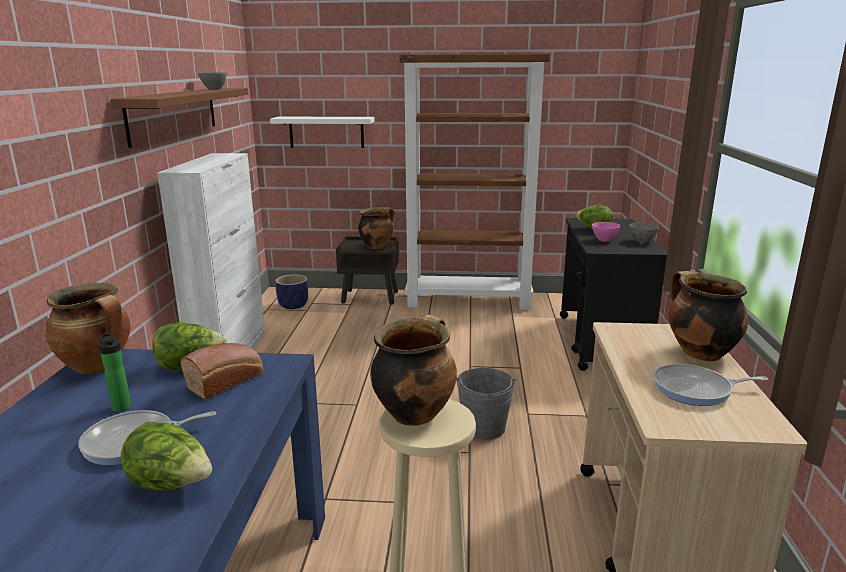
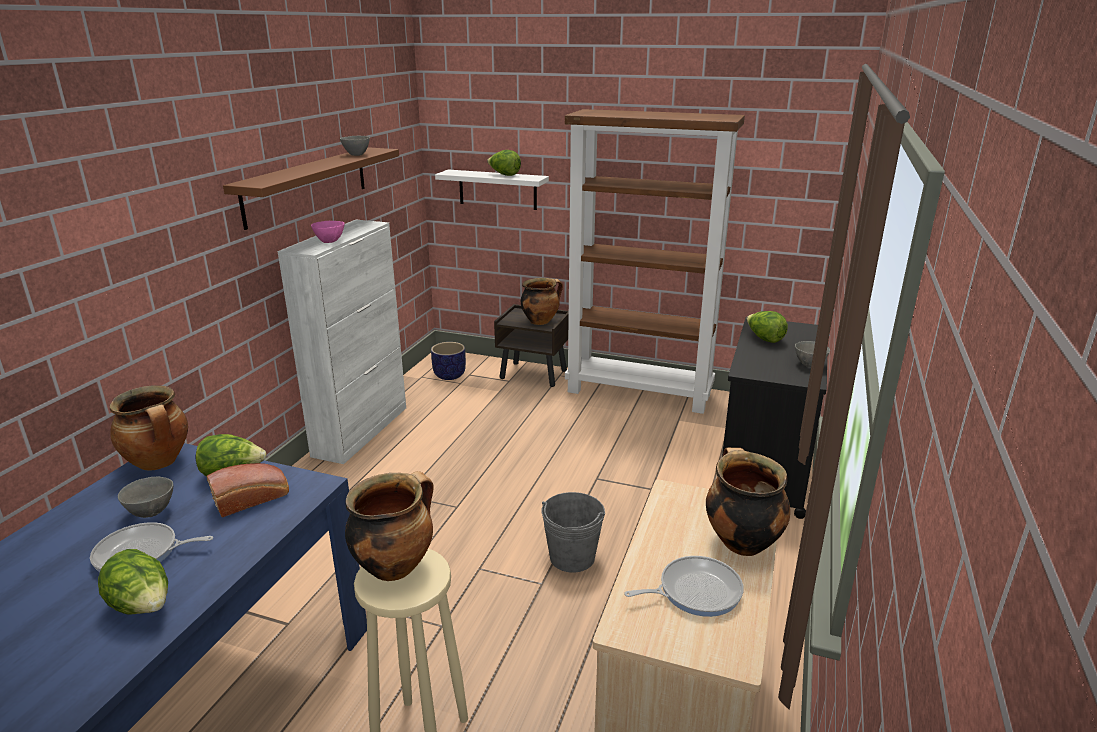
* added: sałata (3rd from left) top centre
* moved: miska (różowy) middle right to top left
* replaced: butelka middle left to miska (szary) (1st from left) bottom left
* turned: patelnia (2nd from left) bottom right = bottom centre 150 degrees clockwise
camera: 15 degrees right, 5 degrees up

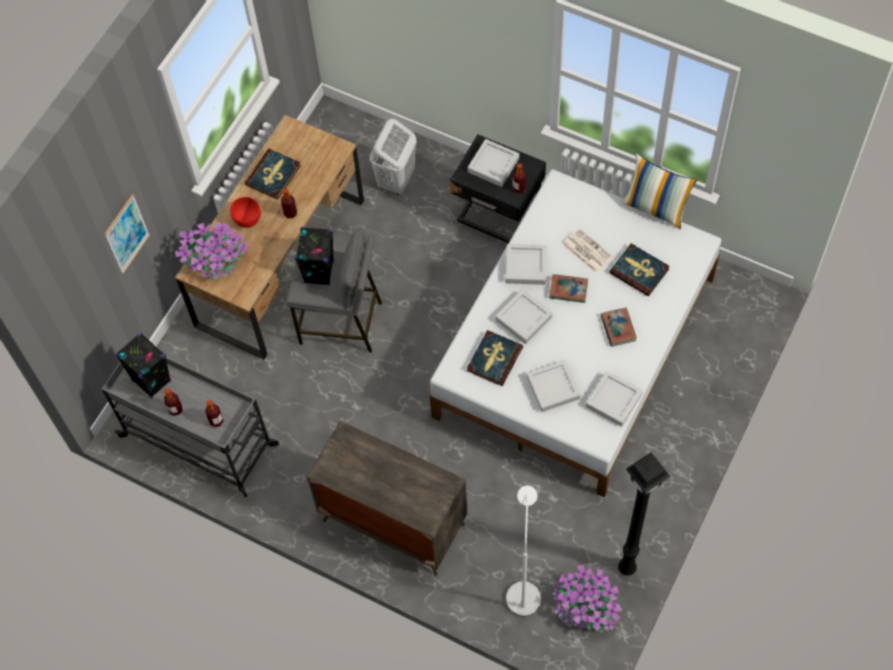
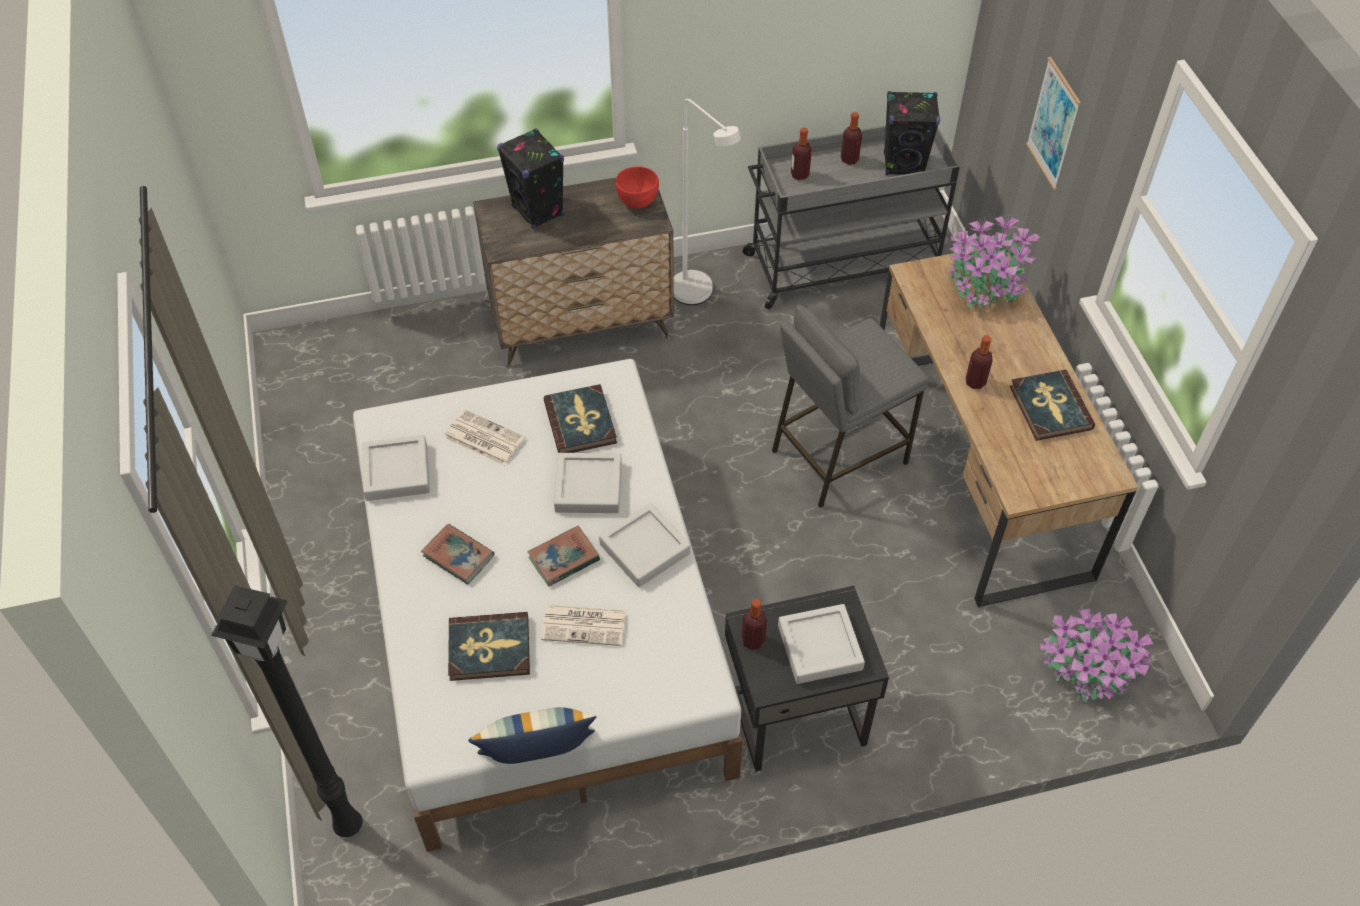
* removed: kosz na pranie (biały) top centre
* moved: miska (czerwony) top left to top centre
* moved: głośnik (czarny) (2nd from left in the first image) centre to głośnik (czarny) (1st from left) top centre
* moved: lampa stojąca (biały) bottom centre to top centre
* moved: roślina doniczkowa (2nd from left) bottom centre to bottom right
* moved: lampa stojąca (czarny) bottom right to bottom left
* replaced: taca (szary) (4th from left) centre to gazeta (1st from left) centre
camera: 135 degrees right, 10 degrees down

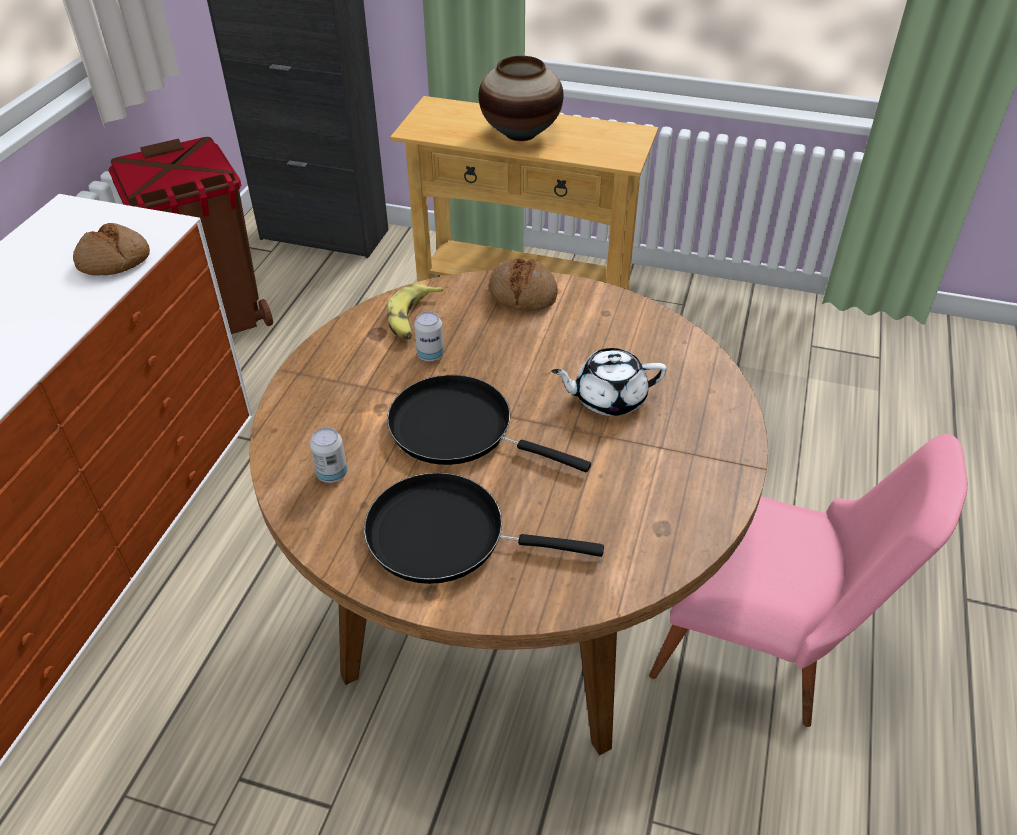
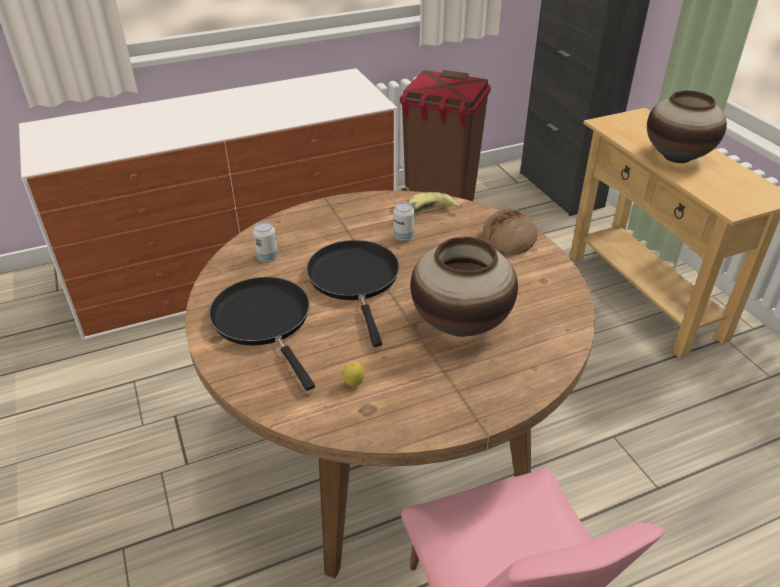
* removed: chleb (1st from left) top left
* added: cytryna centre
* replaced: imbryk (biały) centre to wazon (1st from left) centre
camera: 50 degrees right, 5 degrees down

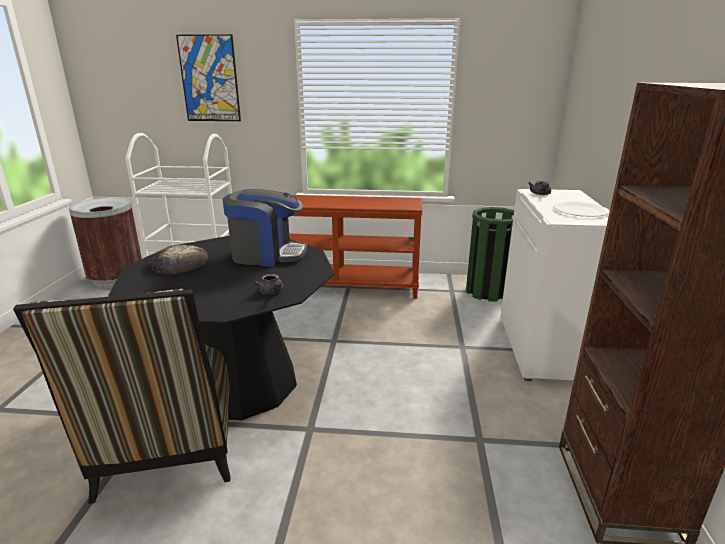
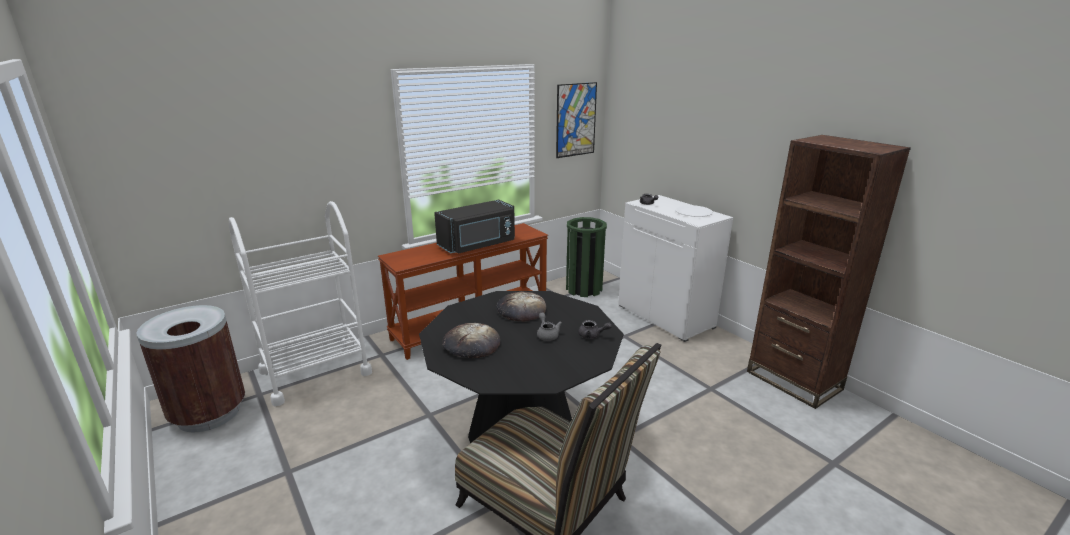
* added: mikrofalówka (czarny) centre
* added: imbryk (szary) (1st from left) centre
* moved: obraz top left to top centre
* replaced: ekspres do kawy centre to chleb (2nd from left) centre
camera: 40 degrees left, 0 degrees up

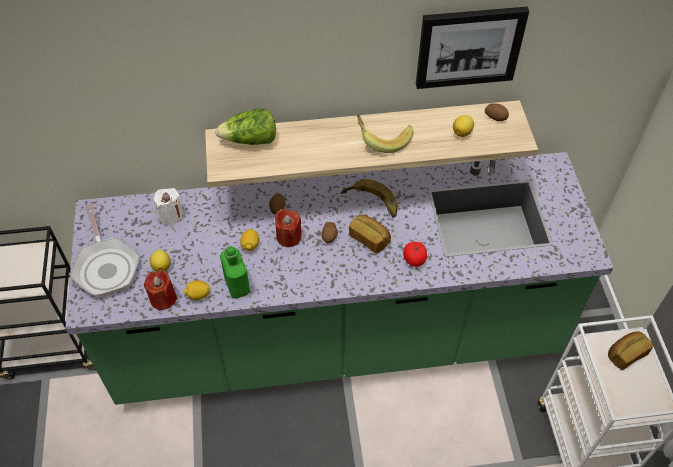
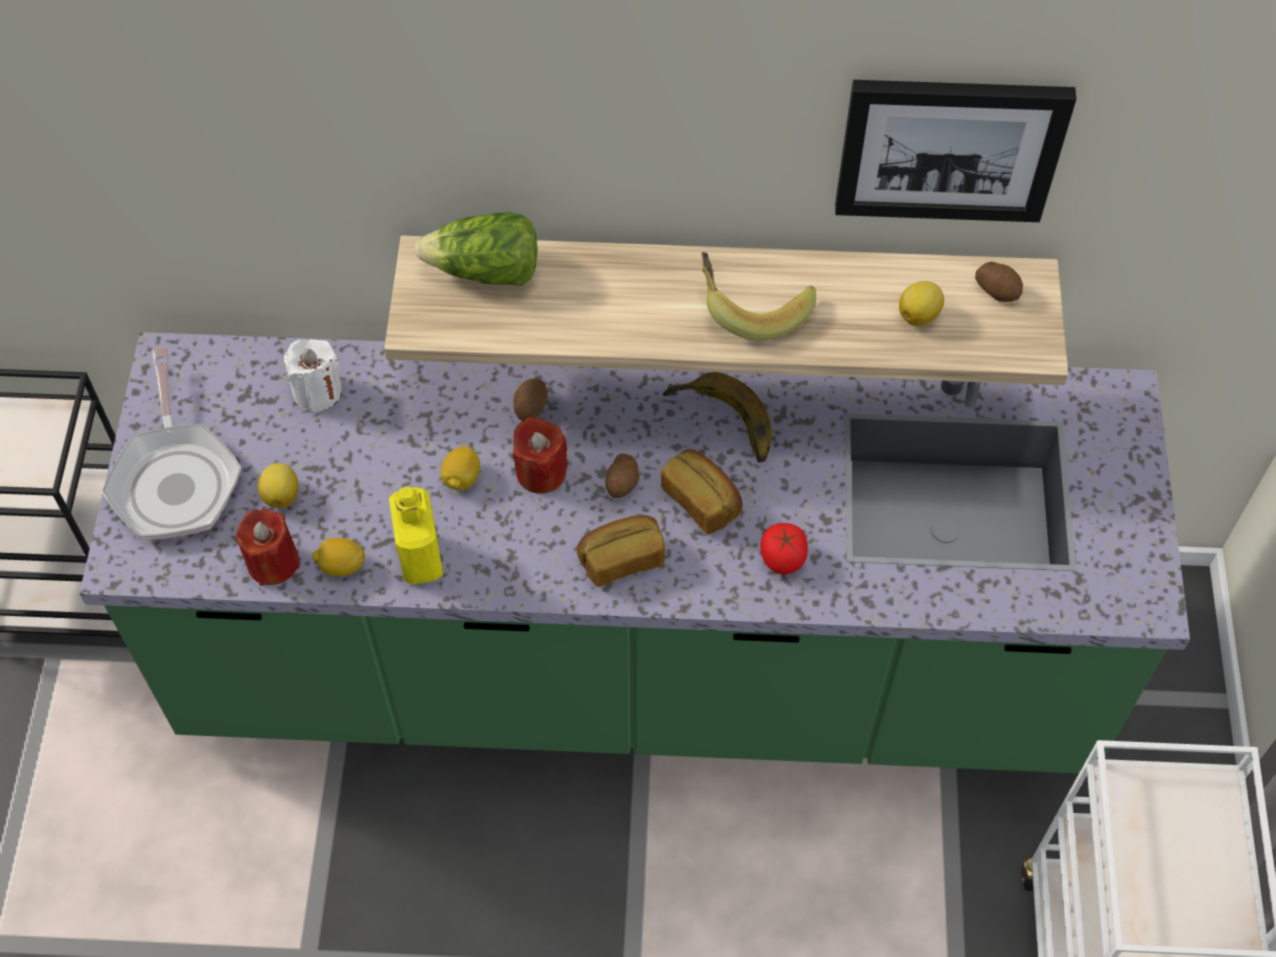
* moved: chleb (2nd from left in the first image) bottom right to chleb (1st from left) centre
* recoloured: butelka (zielony) centre to butelka (żółty) middle left
camera: 10 degrees right, 5 degrees up

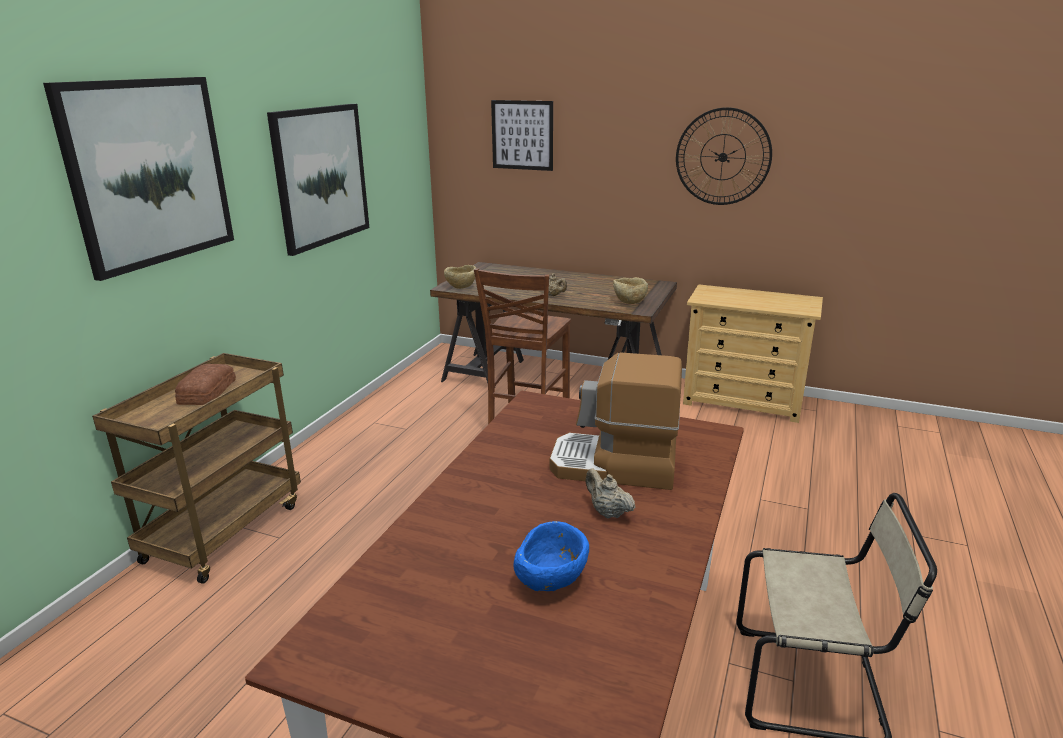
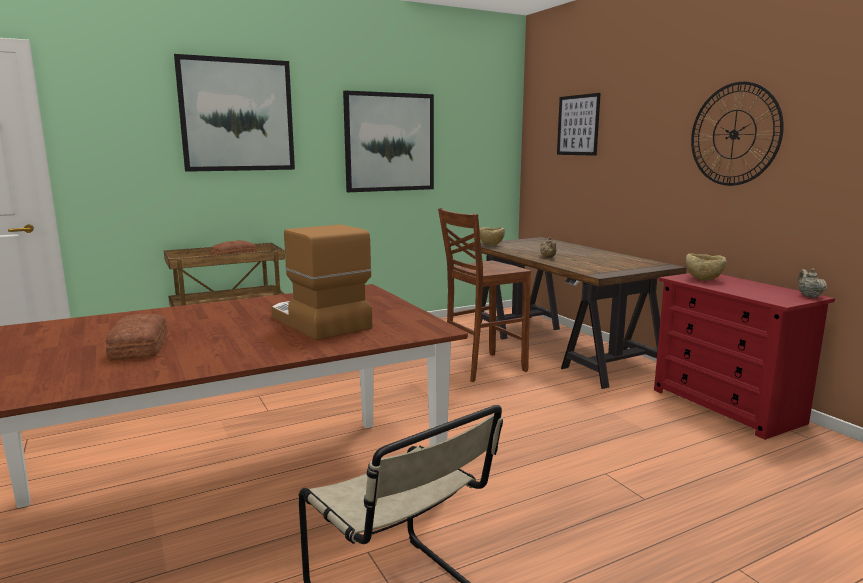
* moved: imbryk (beżowy) (2nd from left) bottom centre to middle right
* moved: miska (beżowy) (2nd from left) centre to middle right
* replaced: miska (niebieski) bottom centre to chleb (1st from left) middle left
* recoloured: komoda (beżowy) middle right to komoda (czerwony) middle right
camera: 40 degrees right, 10 degrees down

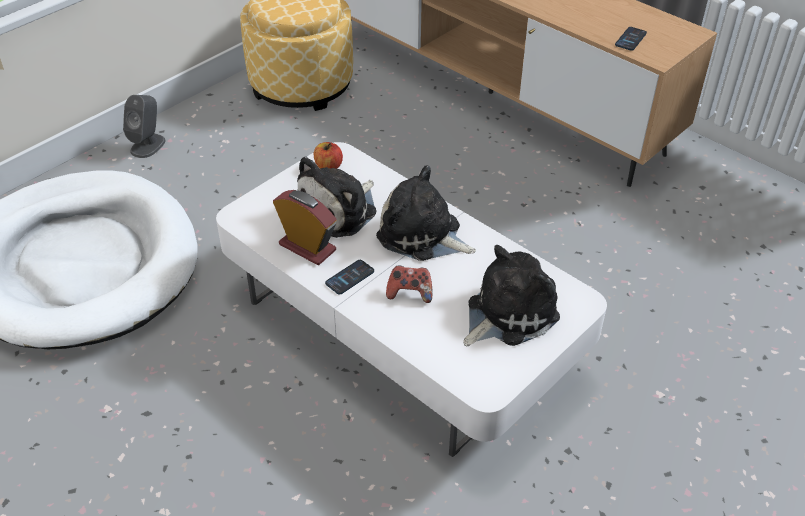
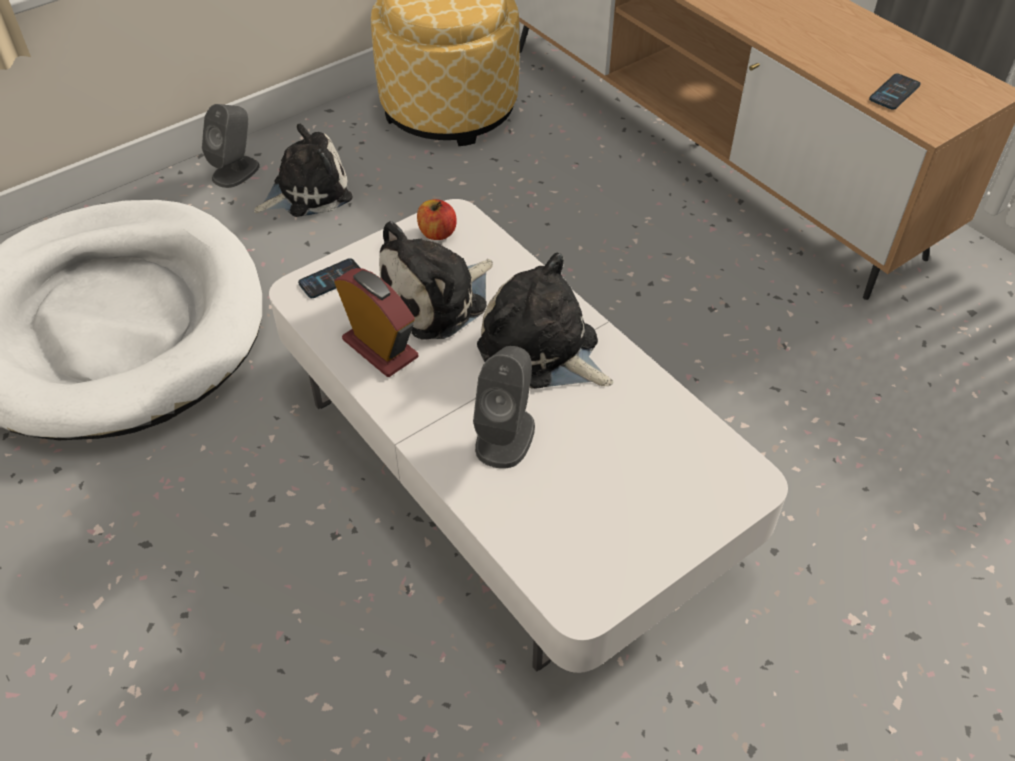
* moved: telefon (1st from left) centre to middle left
* moved: pluszak (3rd from left in the first image) centre to pluszak (1st from left) top left
* replaced: pad do gier centre to głośnik (szary) (2nd from left) centre
camera: 10 degrees right, 5 degrees up

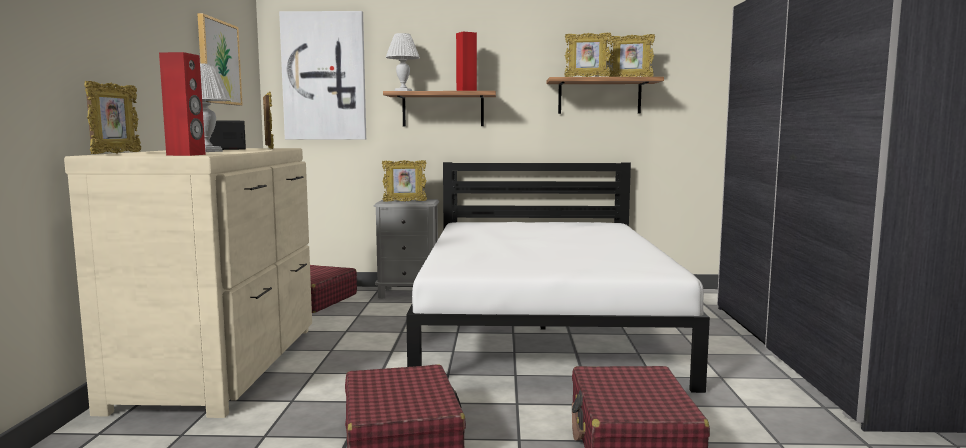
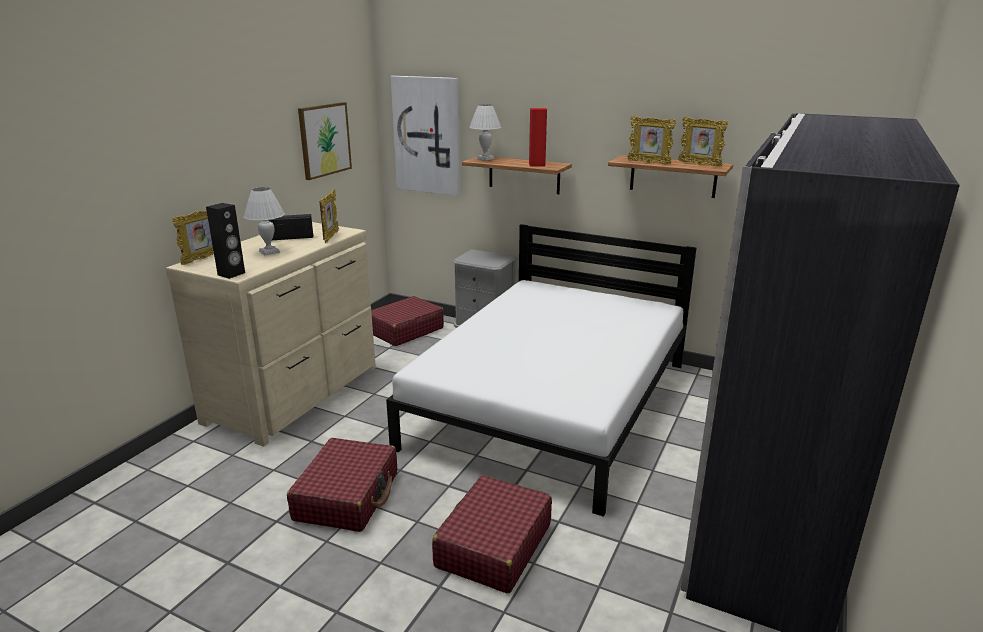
* removed: ramka na zdjęcie (3rd from left) centre
* recoloured: głośnik (czerwony) (1st from left) top left to głośnik (czarny) middle left
camera: 25 degrees right, 15 degrees up

